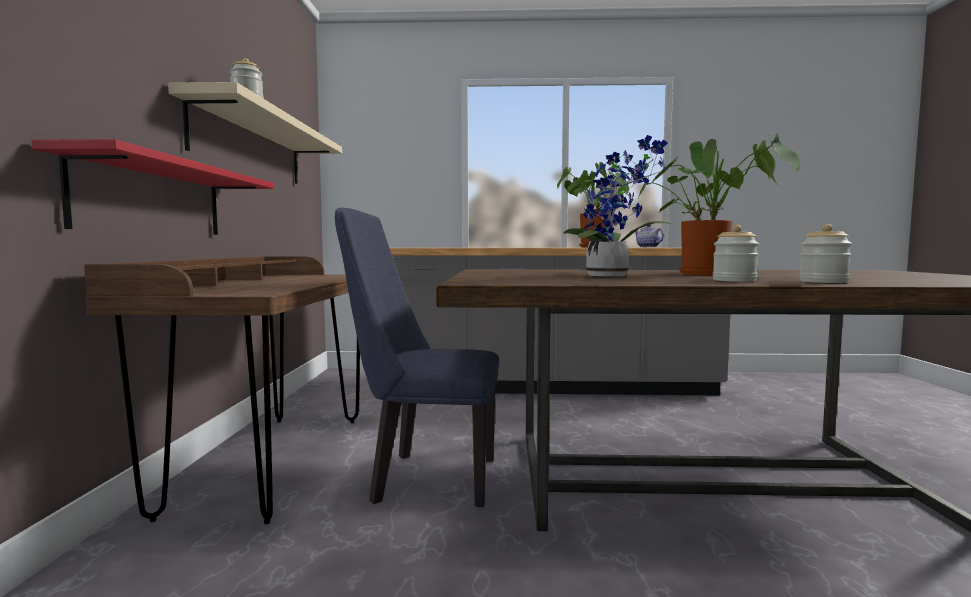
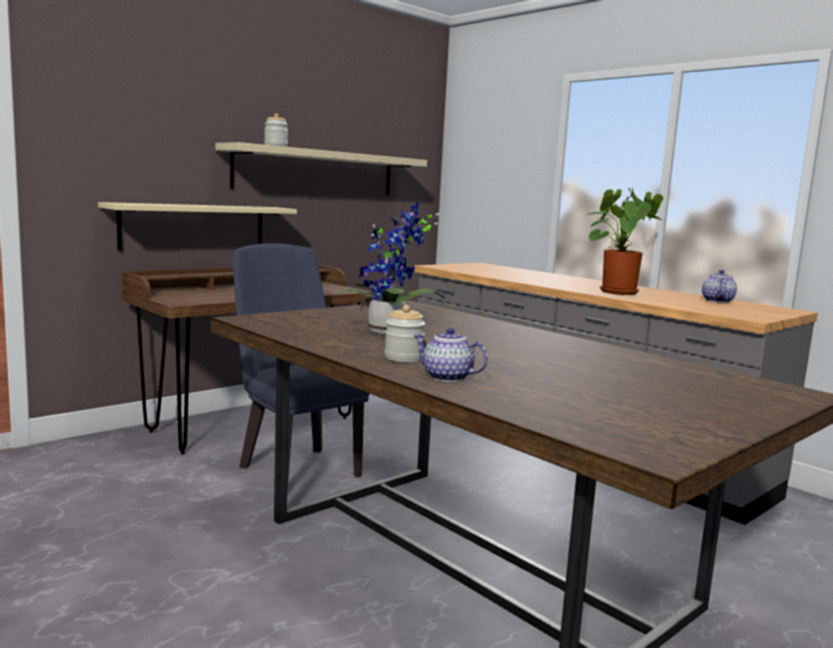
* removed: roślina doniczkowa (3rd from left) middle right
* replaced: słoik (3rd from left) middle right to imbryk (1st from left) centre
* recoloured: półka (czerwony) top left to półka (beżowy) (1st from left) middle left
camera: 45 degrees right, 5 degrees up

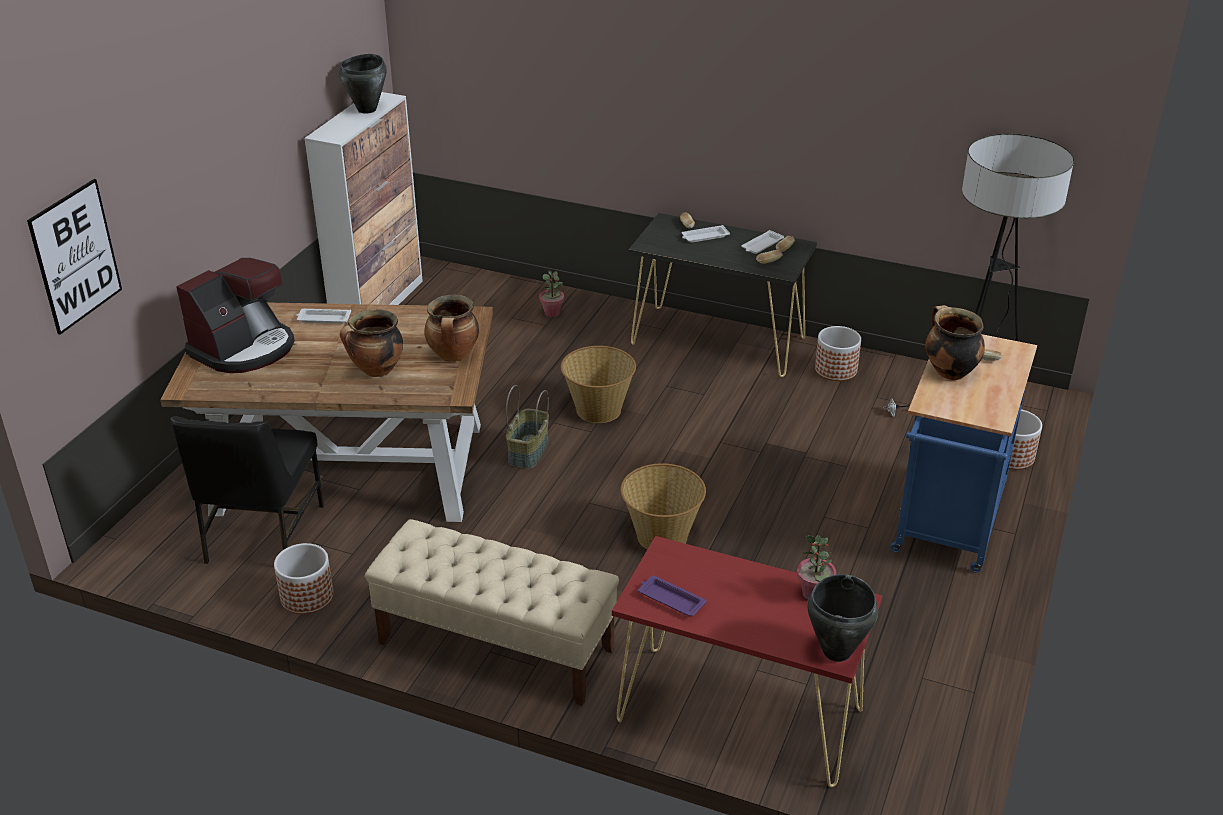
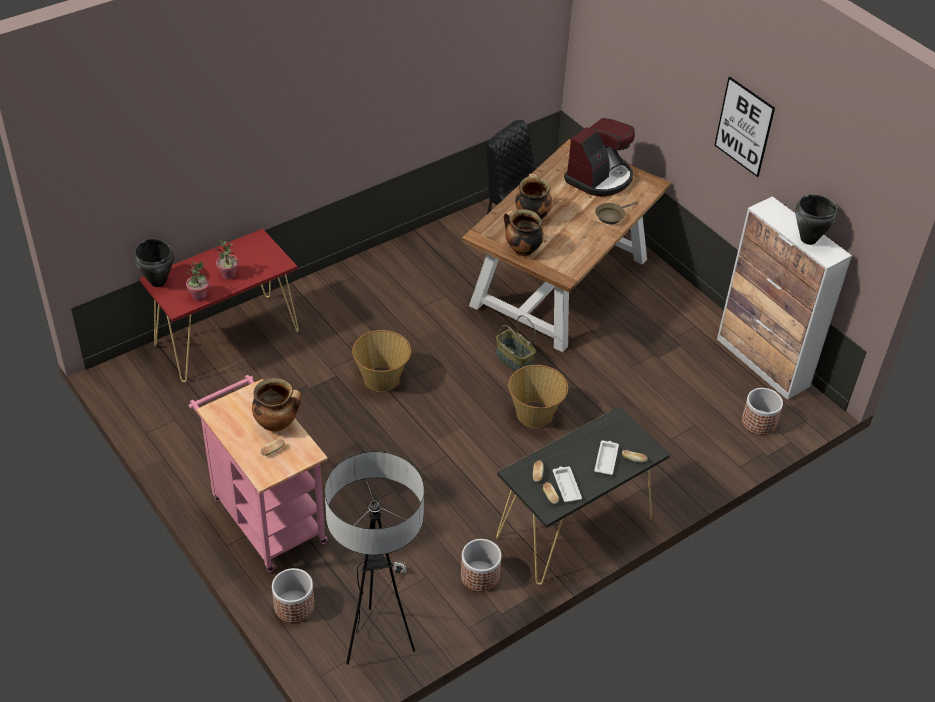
* removed: ławka (beżowy) bottom centre
* removed: taca (fioletowy) bottom centre
* moved: obraz top left to top right
* moved: donica (1st from left in the first image) bottom left to donica (3rd from left) middle right
* moved: roślina doniczkowa (1st from left in the first image) centre to roślina doniczkowa (2nd from left) middle left
* replaced: taca (biały) (1st from left) middle left to patelnia (brązowy) top centre
* recoloured: wózek (niebieski) middle right to wózek (różowy) bottom left
* turned: ekspres do kawy middle left = top centre 120 degrees counterclockwise
camera: 120 degrees right, 10 degrees up

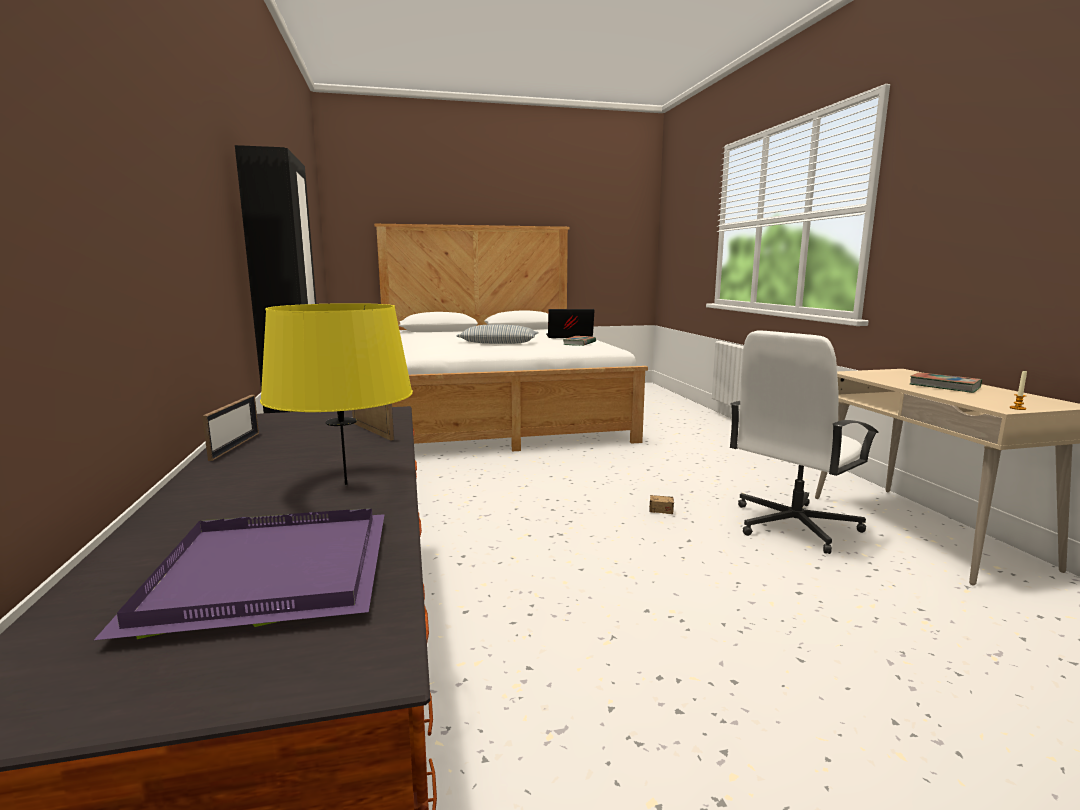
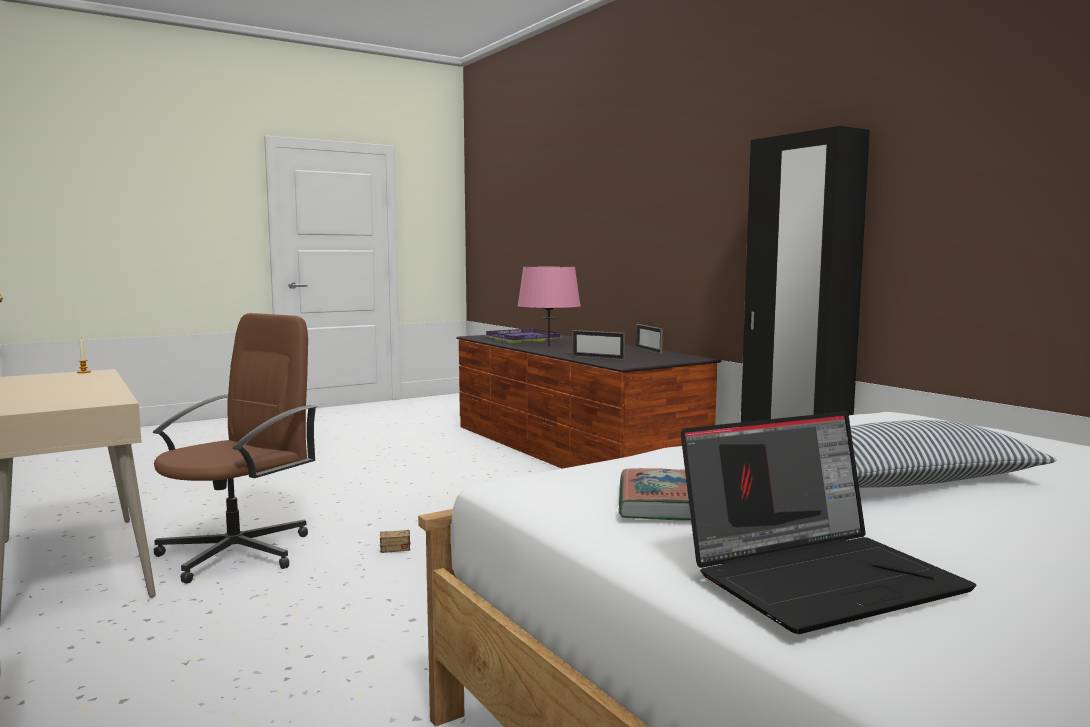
* removed: książka (2nd from left) middle right
* recoloured: lampa stołowa (żółty) middle left to lampa stołowa (różowy) centre
* recoloured: krzesło biurowe (biały) middle right to krzesło biurowe (brązowy) middle left
camera: 160 degrees right, 5 degrees down

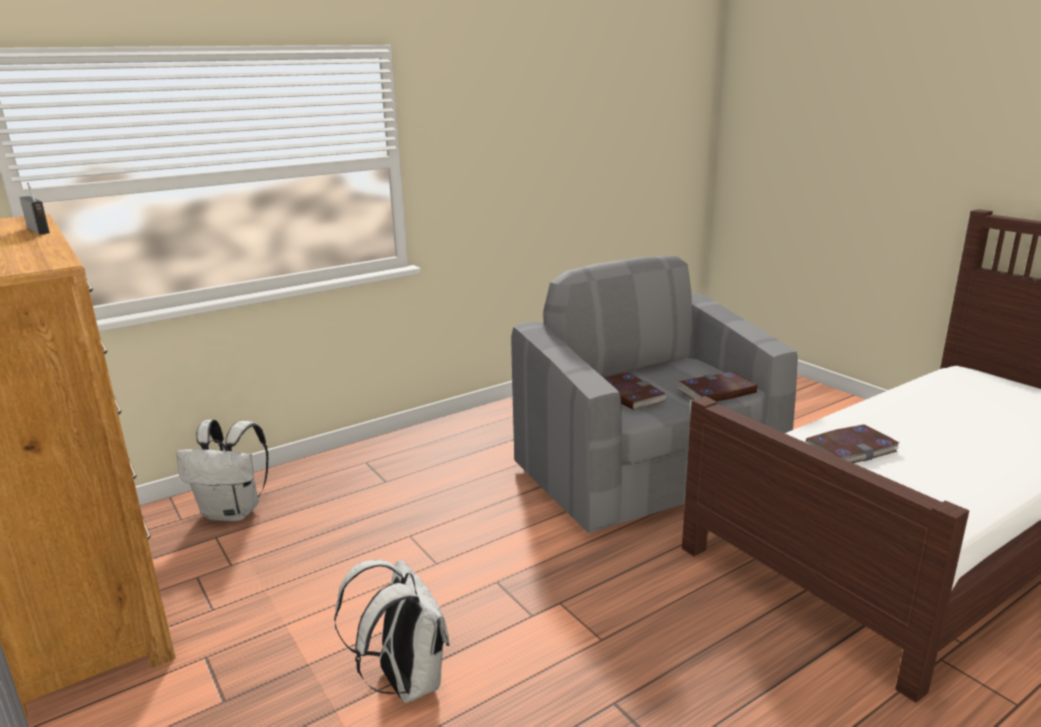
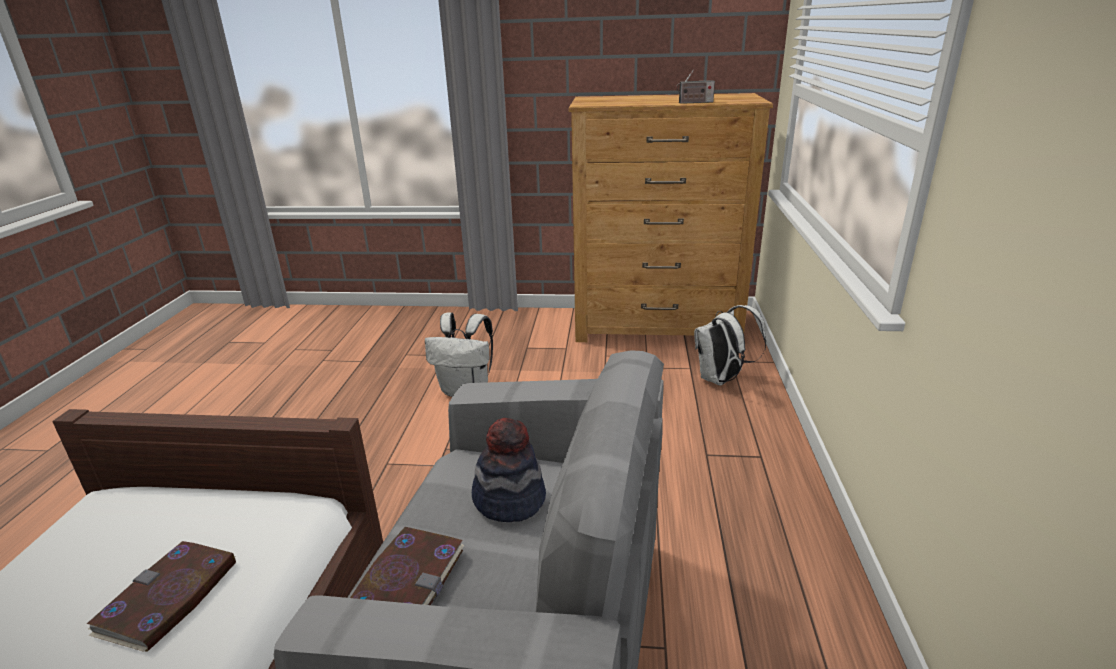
* replaced: książka (1st from left) centre to kapelusz bottom centre
camera: 130 degrees right, 5 degrees up

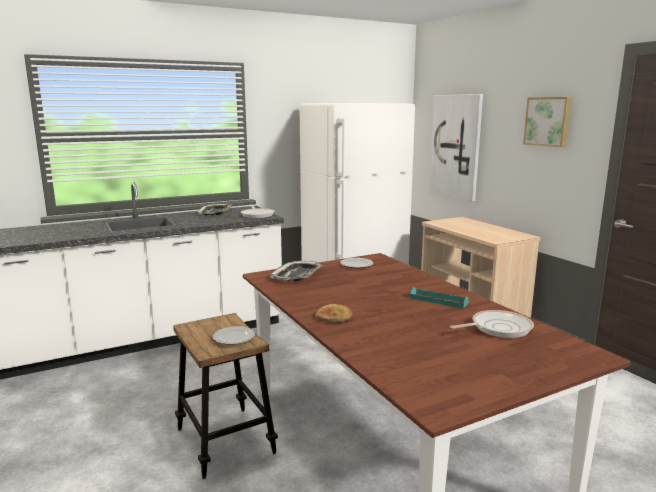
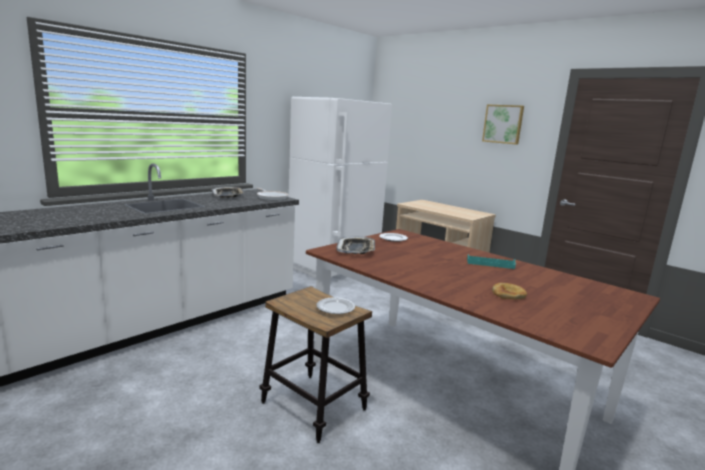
* removed: obraz (1st from left) top right
* removed: patelnia (2nd from left) middle right
* moved: chleb centre to middle right
camera: 20 degrees left, 0 degrees up

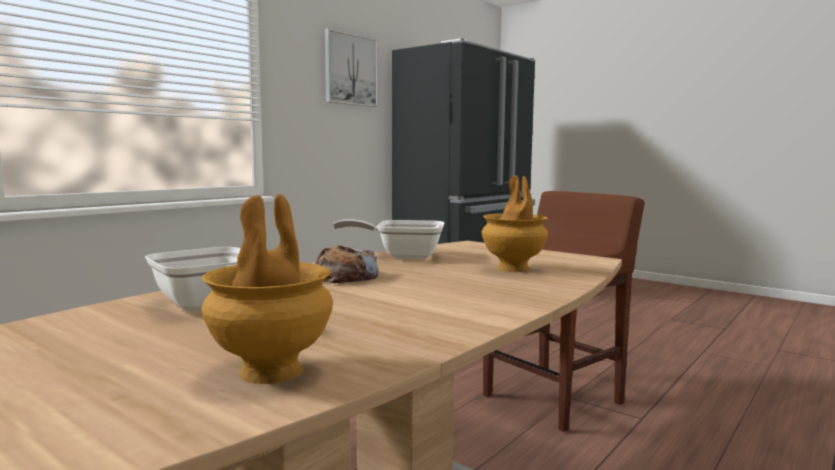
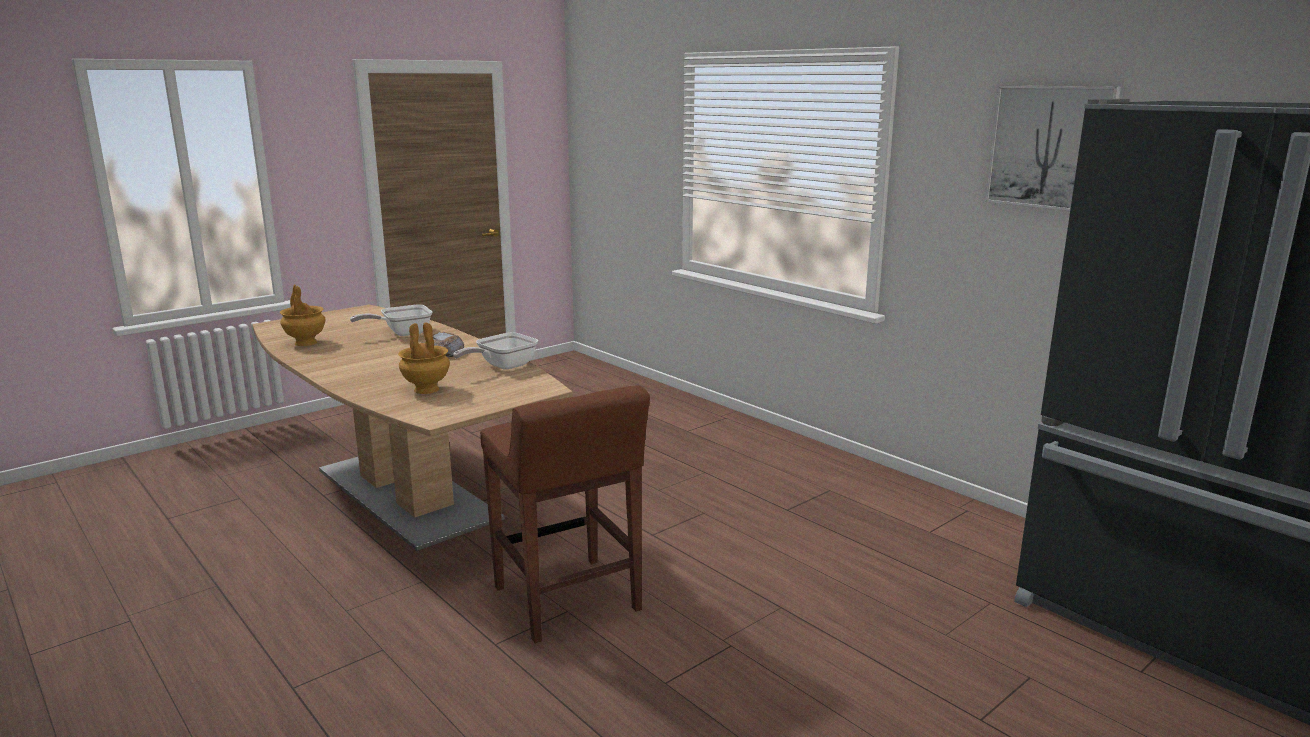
* turned: patelnia (2nd from left) centre = centre 150 degrees counterclockwise
camera: 100 degrees right, 10 degrees up

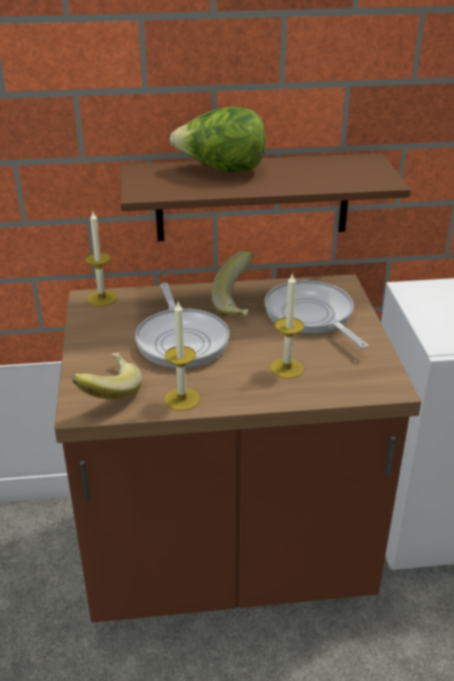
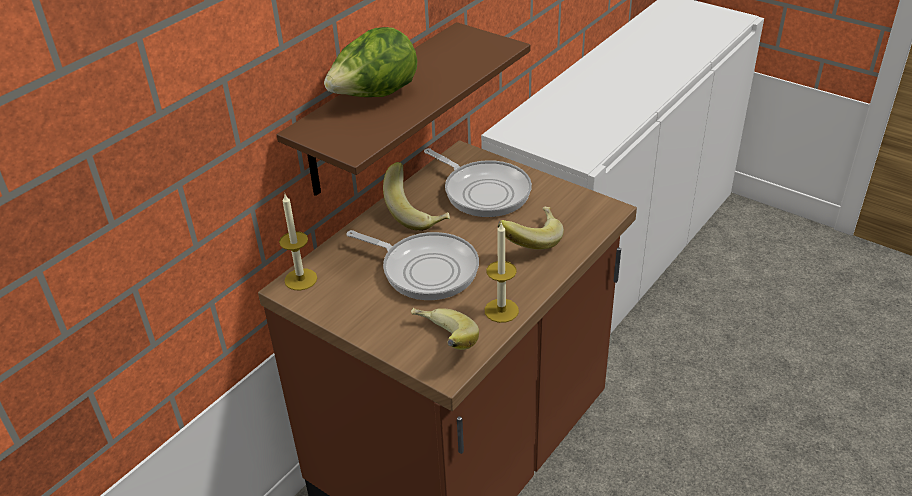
* replaced: świeca (3rd from left) centre to banan (3rd from left) centre
* turned: patelnia (2nd from left) middle right = centre 150 degrees counterclockwise
camera: 45 degrees left, 5 degrees up

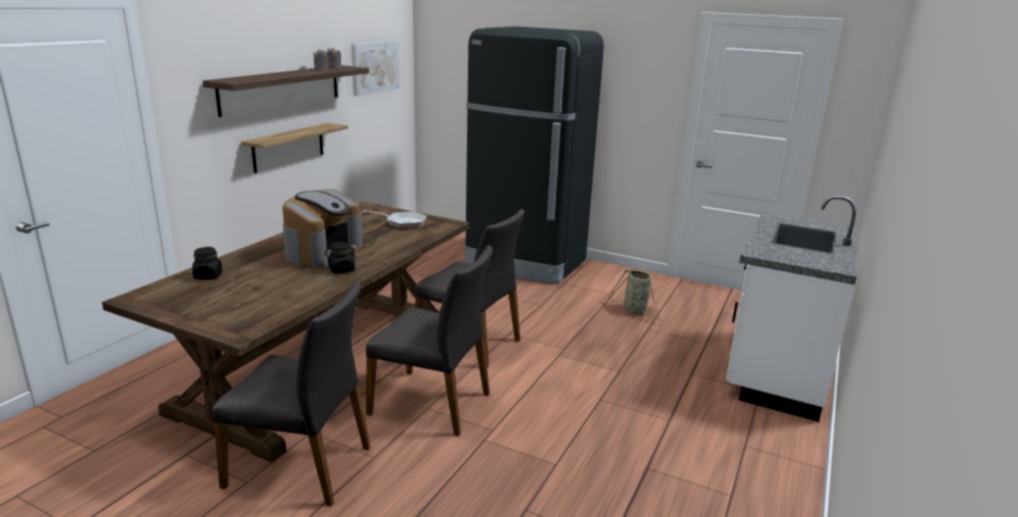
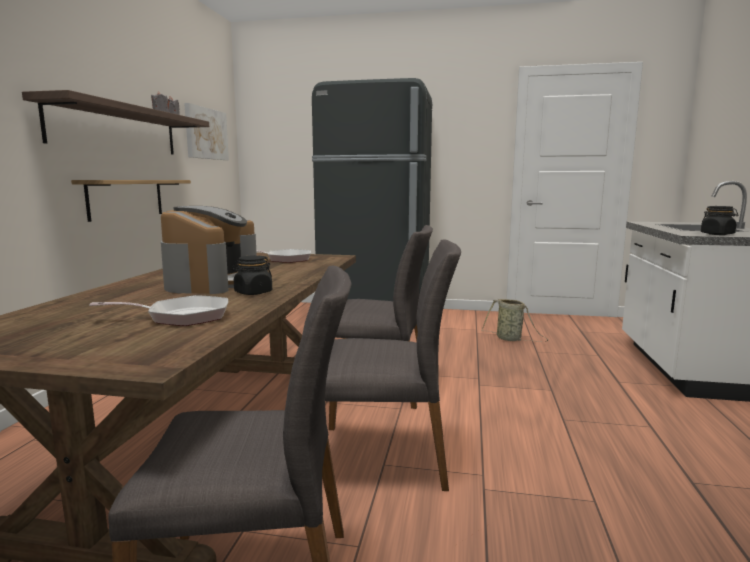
* added: patelnia (1st from left) middle left
* moved: słoik (czarny) (1st from left in the first image) middle left to słoik (czarny) (2nd from left) middle right
camera: 15 degrees left, 10 degrees down

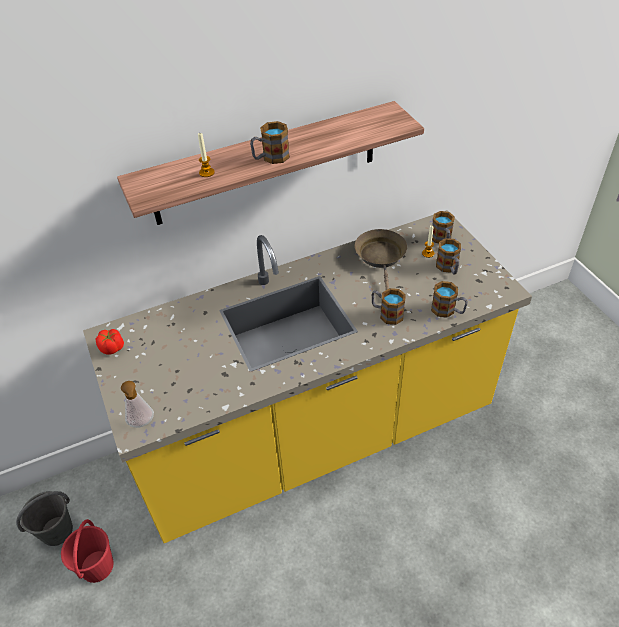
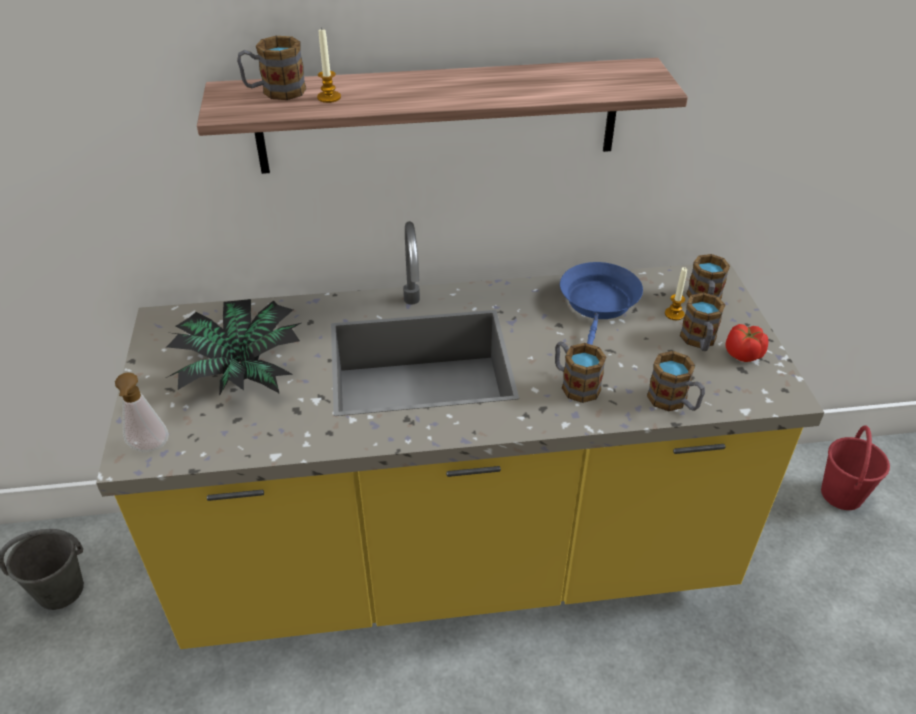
* added: roślina doniczkowa middle left
* moved: wiadro (czerwony) bottom left to middle right
* moved: pomidor middle left to middle right
* moved: kubek (1st from left) top centre to top left
* recoloured: patelnia (brązowy) centre to patelnia (niebieski) centre
camera: 15 degrees right, 5 degrees down

